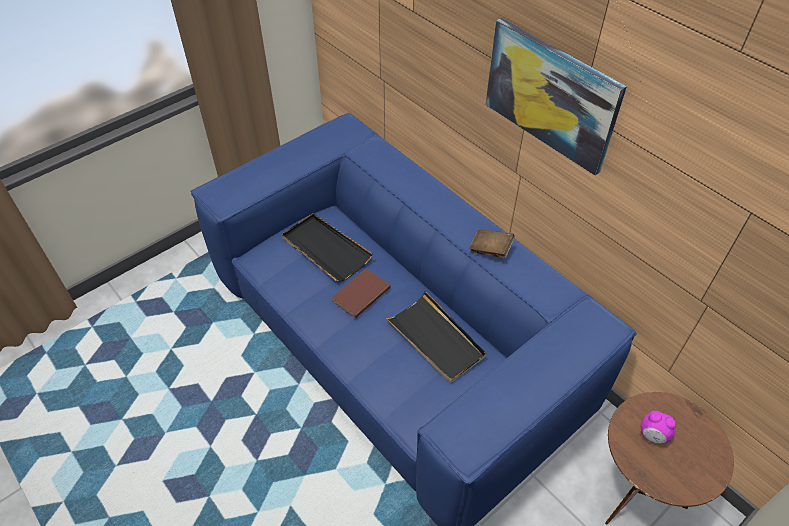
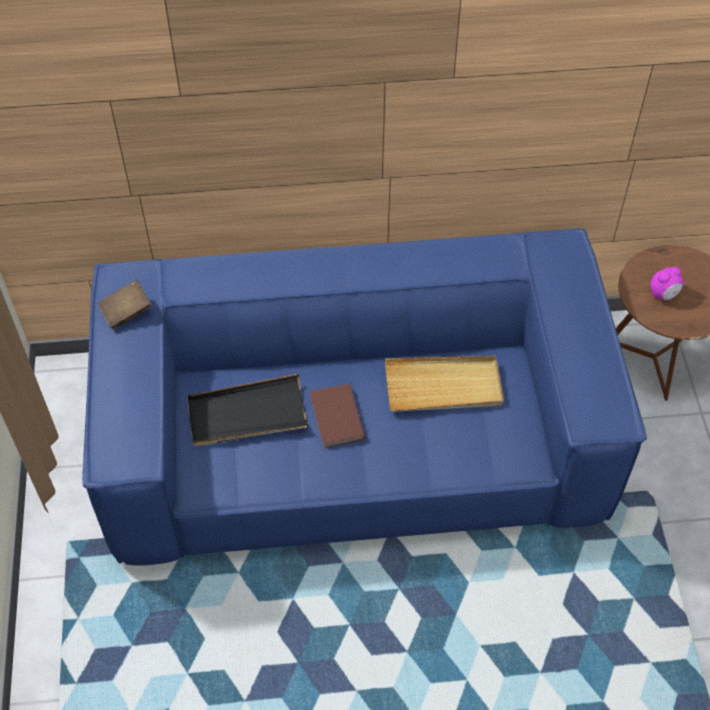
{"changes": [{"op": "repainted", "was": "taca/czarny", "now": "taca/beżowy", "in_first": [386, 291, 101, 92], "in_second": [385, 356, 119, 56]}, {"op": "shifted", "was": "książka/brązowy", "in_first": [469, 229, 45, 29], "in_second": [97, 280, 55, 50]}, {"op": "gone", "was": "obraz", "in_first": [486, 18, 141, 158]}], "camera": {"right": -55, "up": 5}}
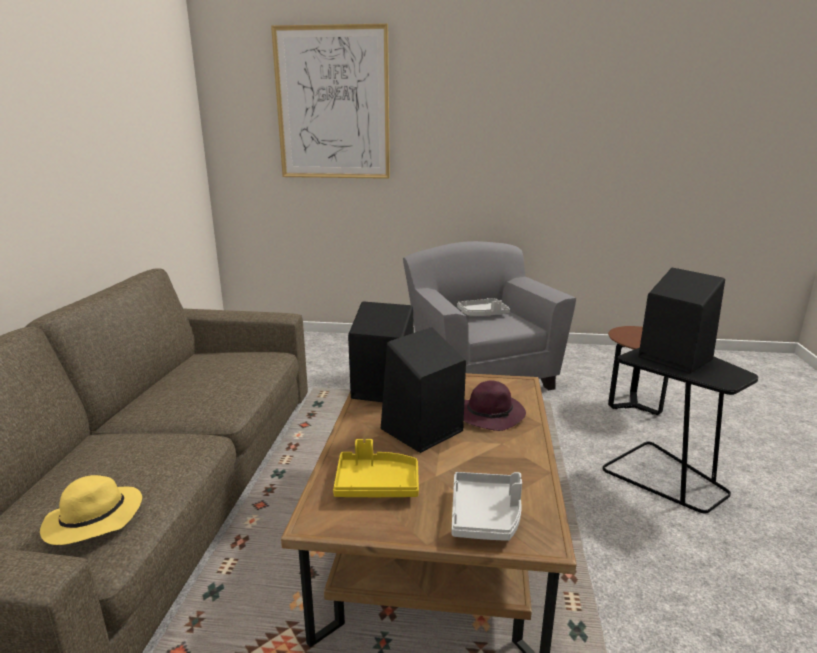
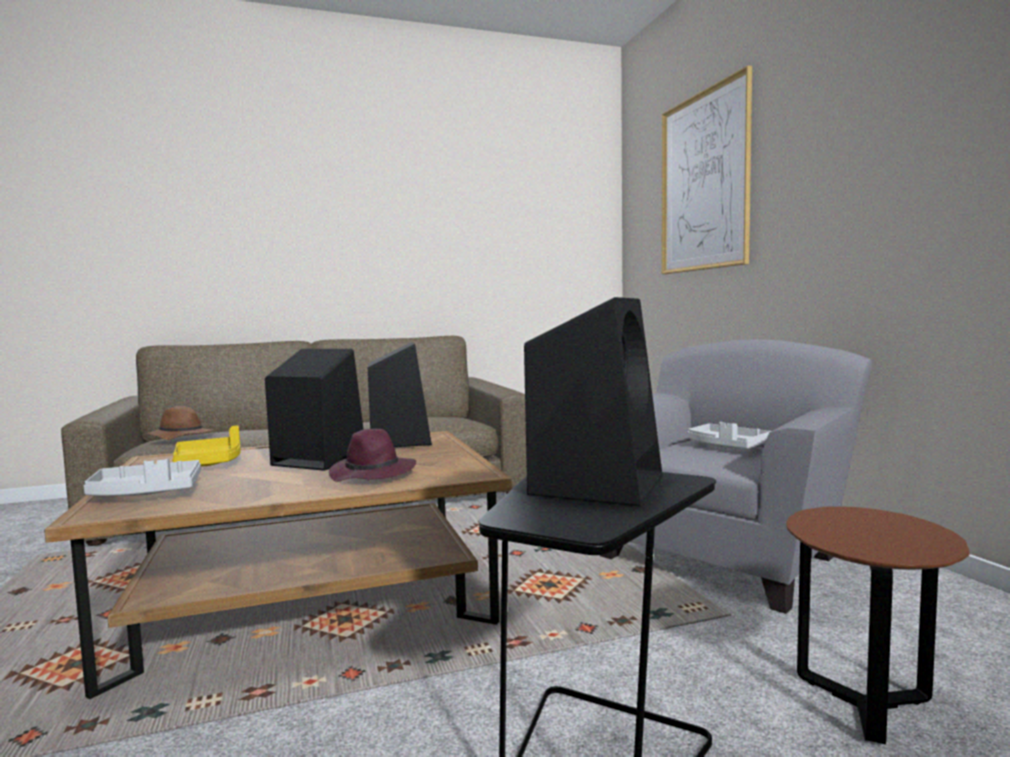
{"changes": [{"op": "repainted", "was": "kapelusz/żółty", "now": "kapelusz/brązowy", "in_first": [40, 475, 102, 70], "in_second": [146, 406, 68, 34]}], "camera": {"right": 65, "up": -15}}
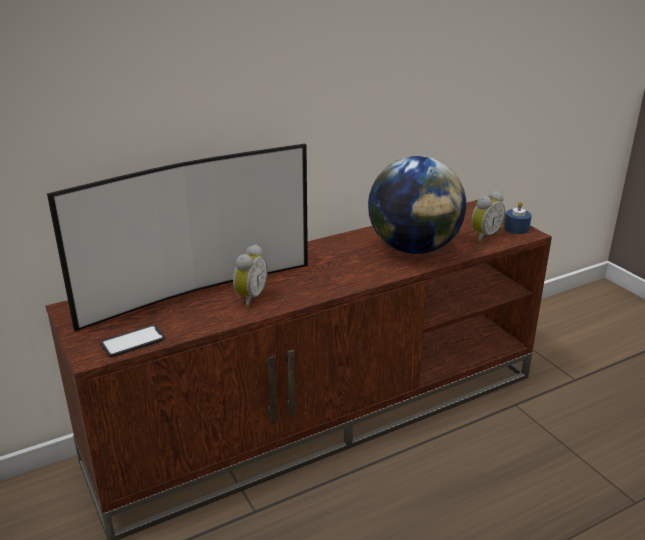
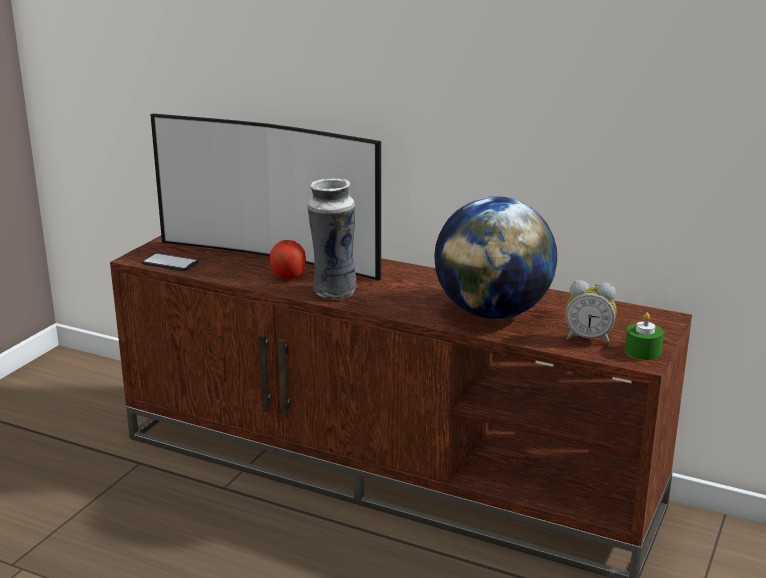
{"changes": [{"op": "swapped", "was": "budzik", "now": "jabłko", "in_first": [233, 244, 35, 63], "in_second": [270, 240, 36, 39]}, {"op": "repainted", "was": "świeca/niebieski", "now": "świeca/zielony", "in_first": [504, 201, 28, 33], "in_second": [625, 313, 39, 47]}, {"op": "new", "now": "wazon", "in_second": [307, 178, 50, 122]}], "camera": {"right": 55, "up": -5}}
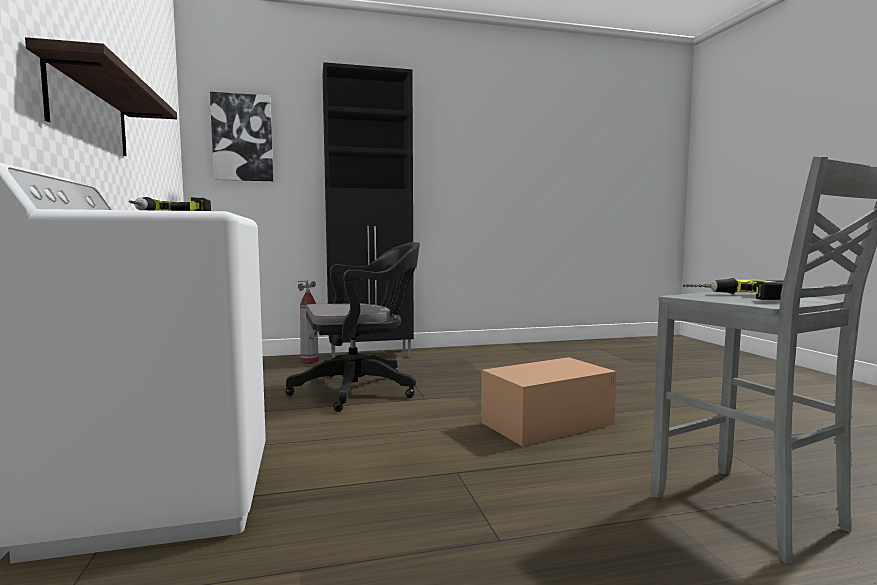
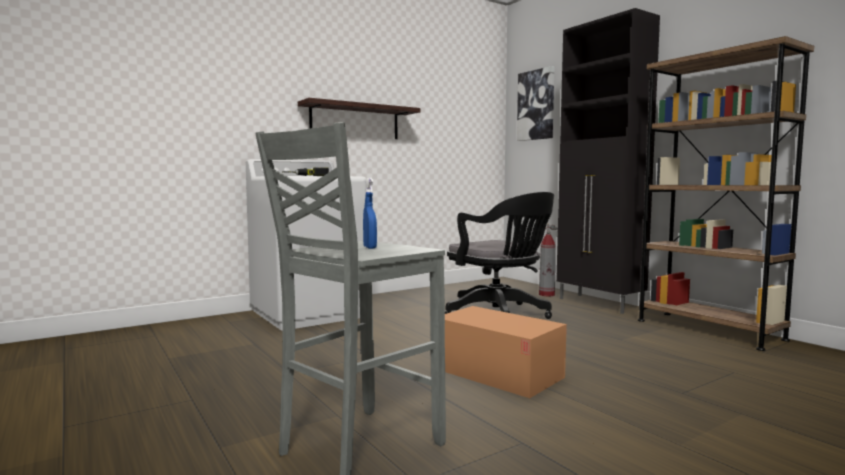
{"changes": [{"op": "swapped", "was": "wiertarka", "now": "spryskiwacz/niebieski", "in_first": [683, 278, 101, 22], "in_second": [363, 178, 14, 71]}, {"op": "new", "now": "regał/brązowy", "in_second": [638, 36, 176, 315]}], "camera": {"right": 70, "up": 0}}
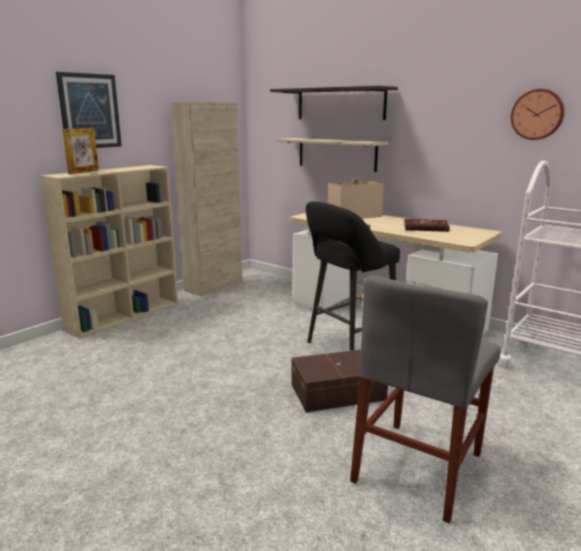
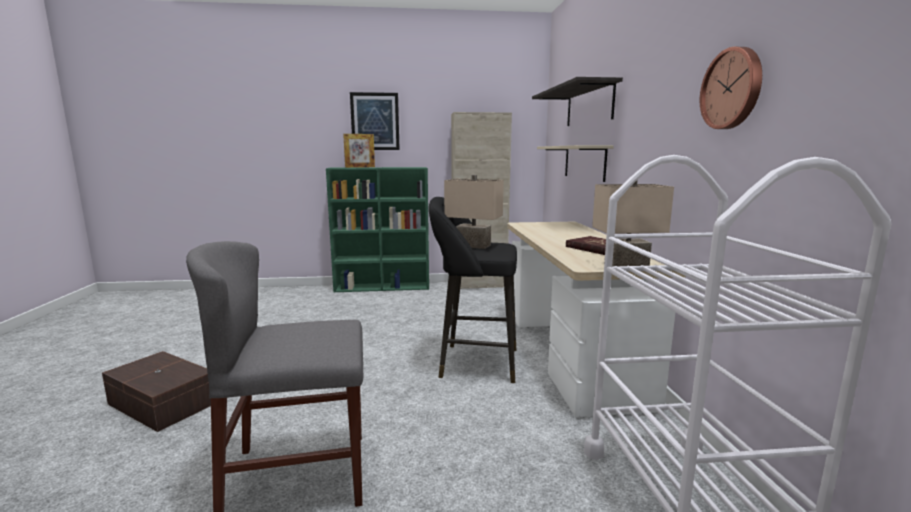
{"changes": [{"op": "repainted", "was": "regał/beżowy", "now": "regał/zielony", "in_first": [40, 165, 138, 173], "in_second": [326, 167, 103, 125]}, {"op": "shifted", "was": "pojemnik do przechowywania/brązowy", "in_first": [292, 349, 96, 63], "in_second": [102, 351, 109, 81]}, {"op": "new", "now": "lampa stołowa/beżowy", "in_second": [592, 180, 82, 87]}], "camera": {"right": 45, "up": -5}}
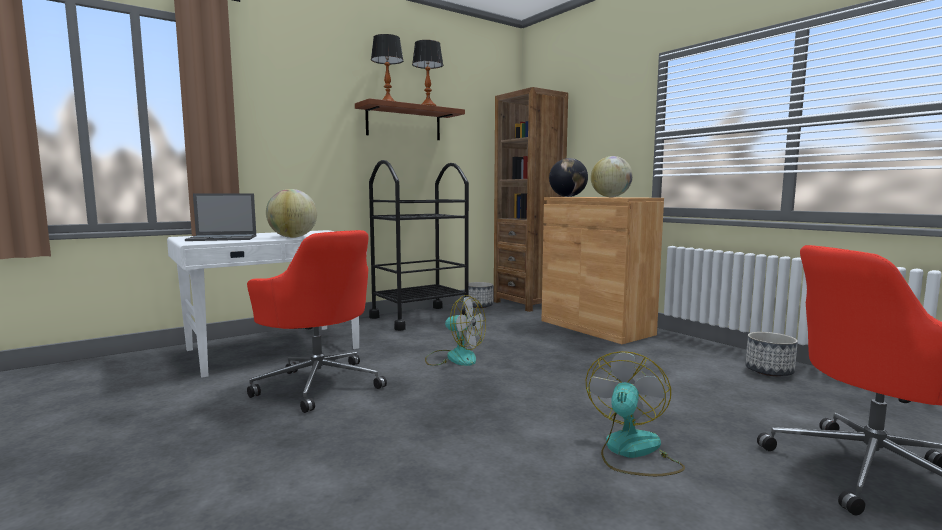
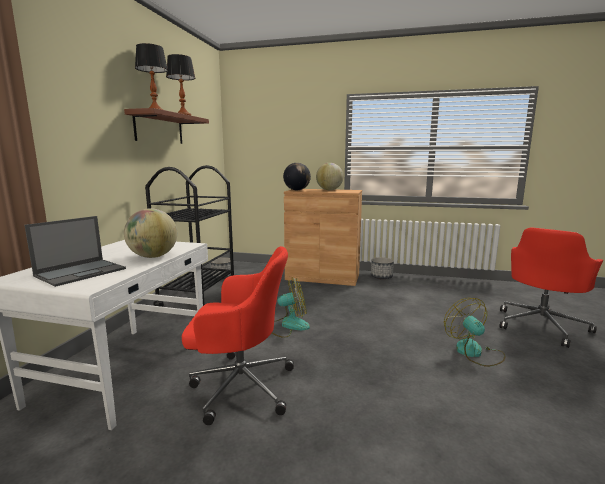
{"changes": [{"op": "gone", "was": "regał/brązowy", "in_first": [494, 87, 74, 225]}, {"op": "shifted", "was": "donica", "in_first": [745, 332, 53, 44], "in_second": [371, 257, 23, 22]}], "camera": {"right": -40, "up": 5}}
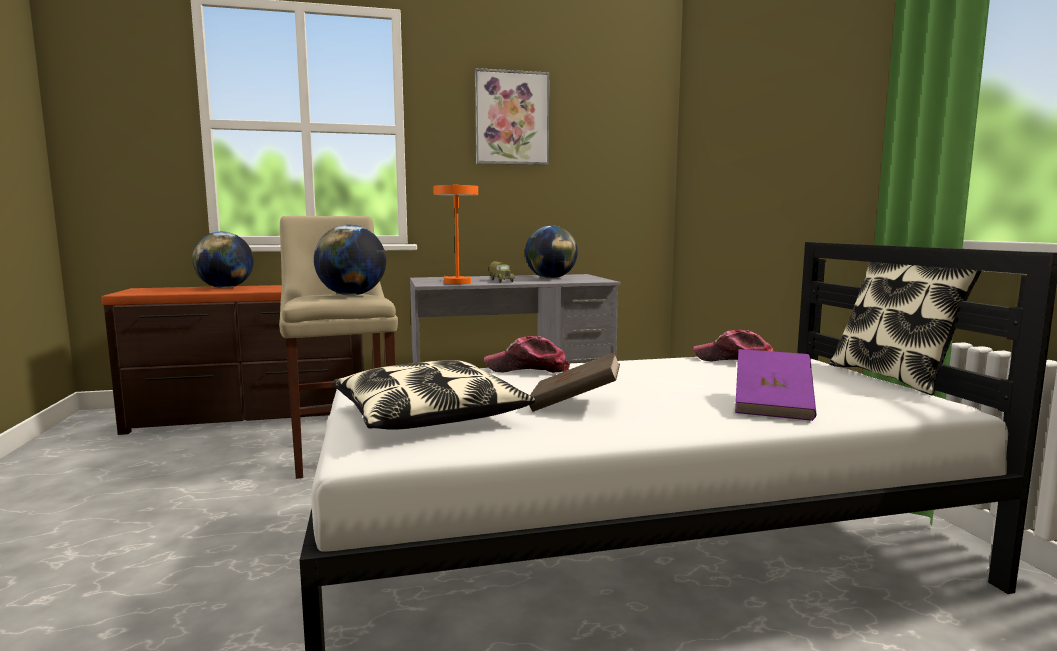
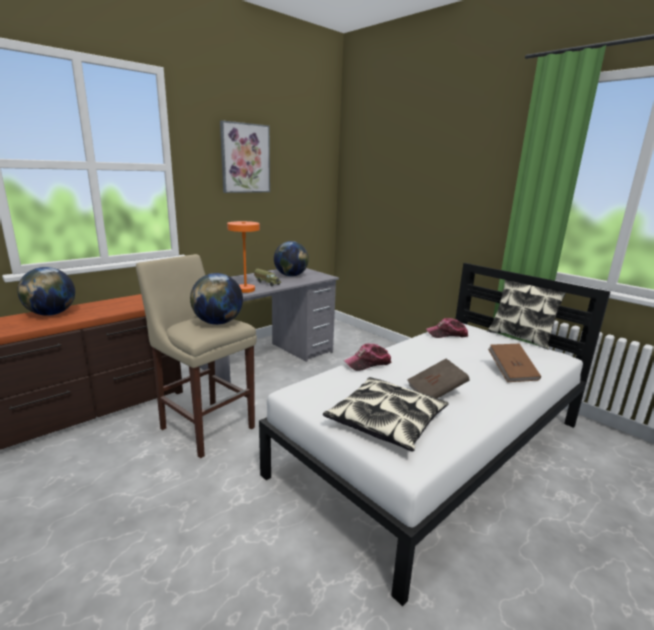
{"changes": [{"op": "repainted", "was": "książka/fioletowy", "now": "książka/brązowy", "in_first": [735, 349, 81, 72], "in_second": [488, 344, 53, 38]}], "camera": {"right": -30, "up": 10}}
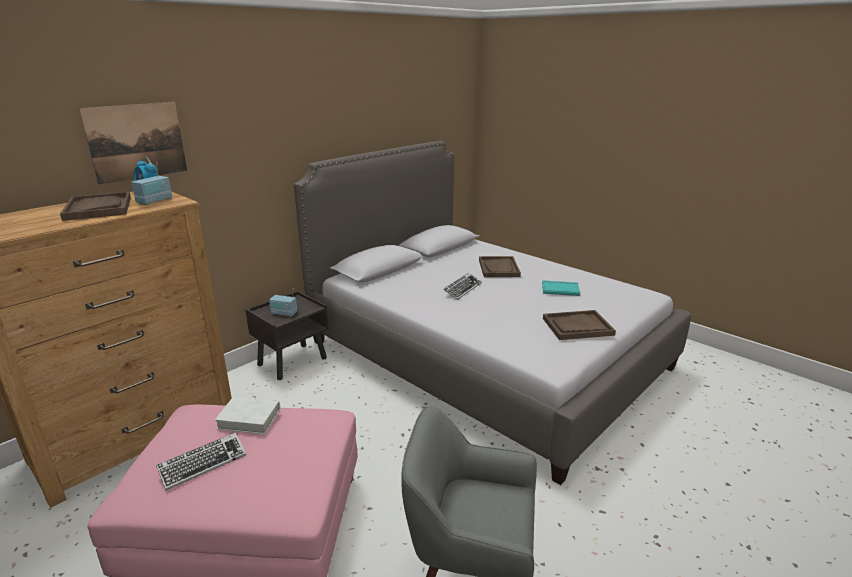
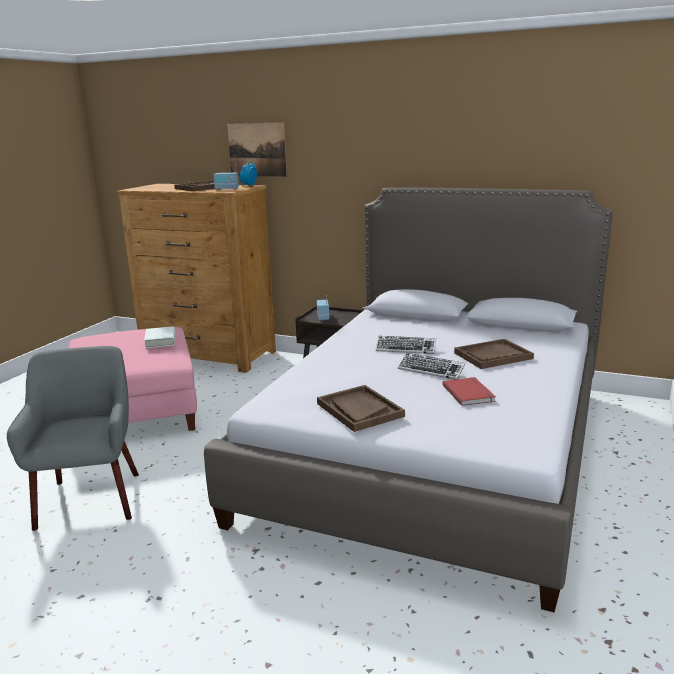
{"changes": [{"op": "shifted", "was": "klawiatura", "in_first": [156, 432, 90, 58], "in_second": [398, 353, 67, 27]}, {"op": "repainted", "was": "książka/turkusowy", "now": "książka/czerwony", "in_first": [542, 280, 38, 16], "in_second": [443, 377, 53, 29]}], "camera": {"right": 70, "up": -5}}
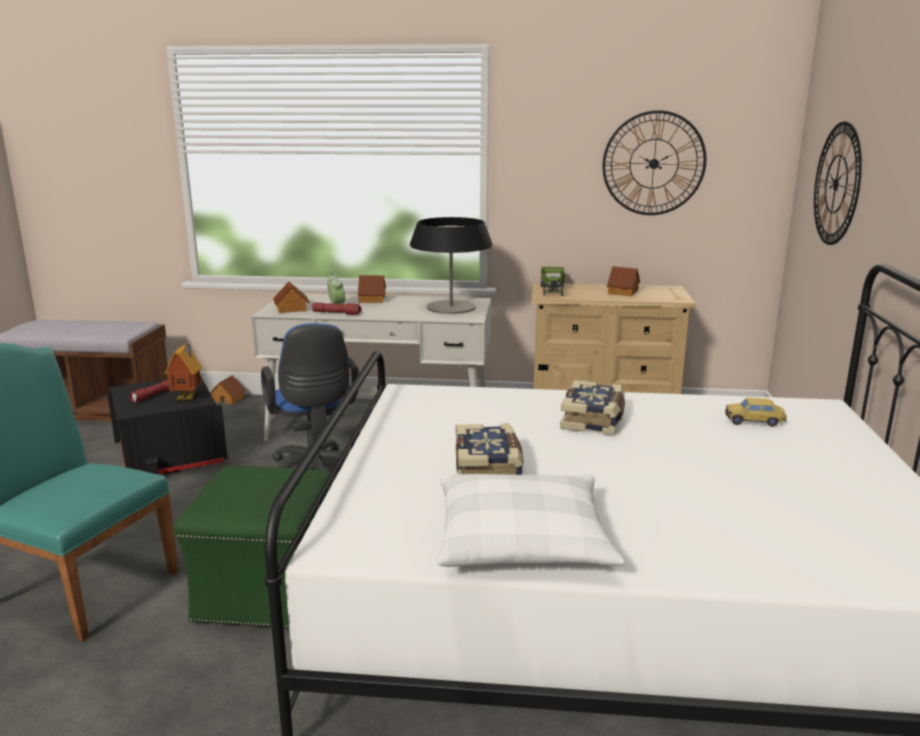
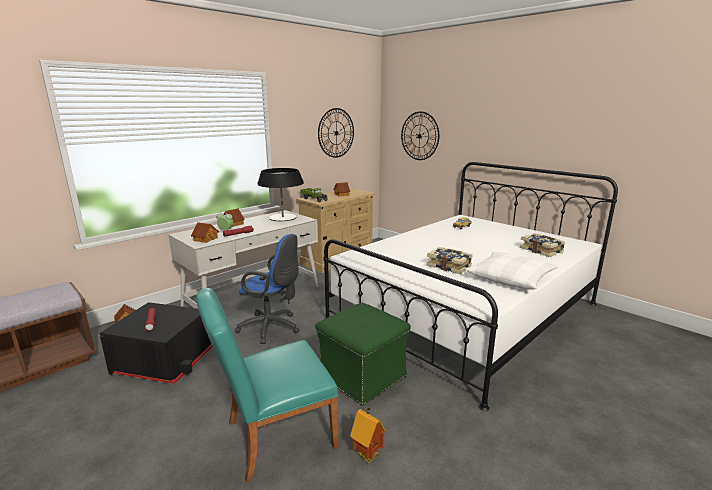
{"changes": [{"op": "shifted", "was": "domek", "in_first": [165, 345, 37, 55], "in_second": [350, 407, 35, 56]}, {"op": "shifted", "was": "książka", "in_first": [560, 380, 65, 55], "in_second": [520, 233, 45, 24]}], "camera": {"right": -50, "up": 0}}
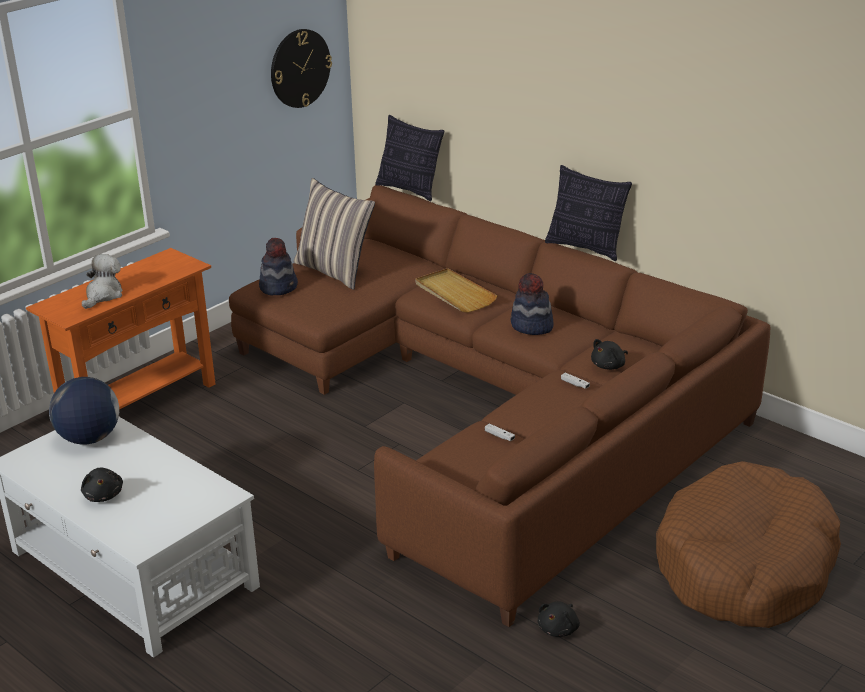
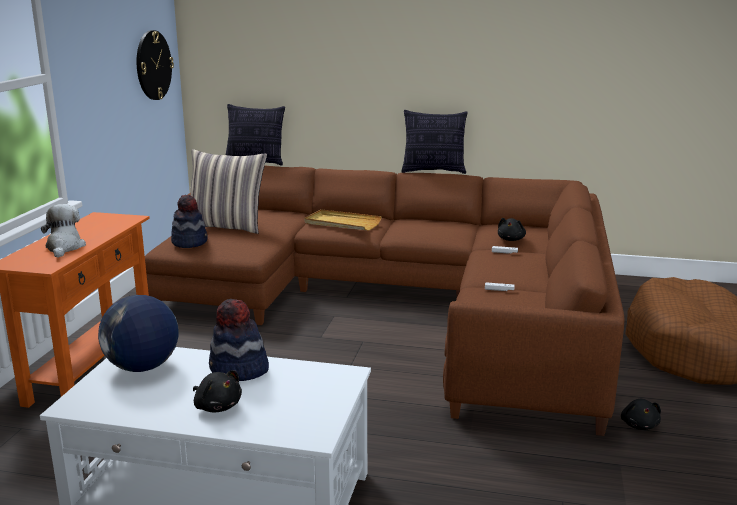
{"changes": [{"op": "shifted", "was": "kapelusz", "in_first": [511, 273, 43, 62], "in_second": [209, 299, 60, 82]}], "camera": {"right": -30, "up": -10}}
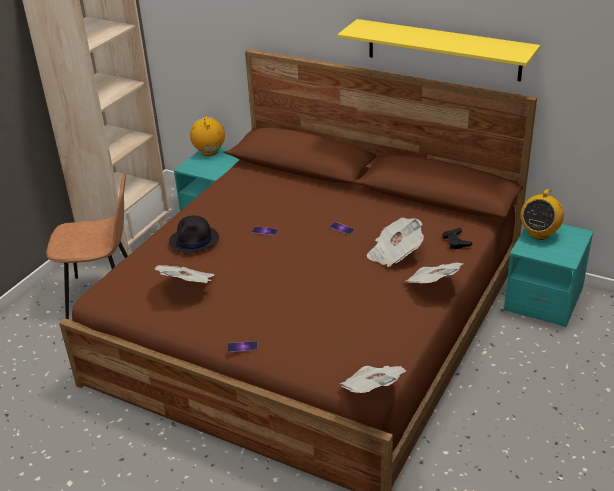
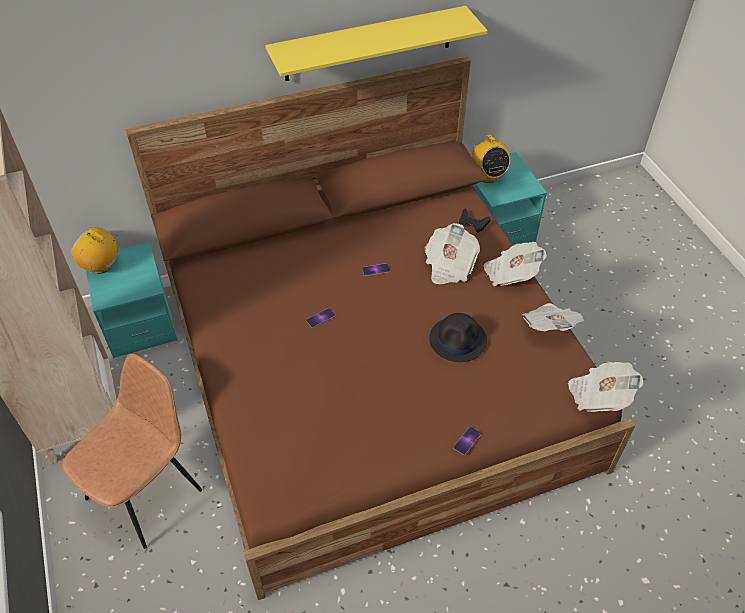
{"changes": [{"op": "shifted", "was": "gazeta", "in_first": [155, 265, 59, 18], "in_second": [522, 303, 62, 28]}, {"op": "shifted", "was": "kapelusz/czarny", "in_first": [169, 215, 50, 39], "in_second": [429, 313, 58, 49]}], "camera": {"right": -50, "up": 15}}
